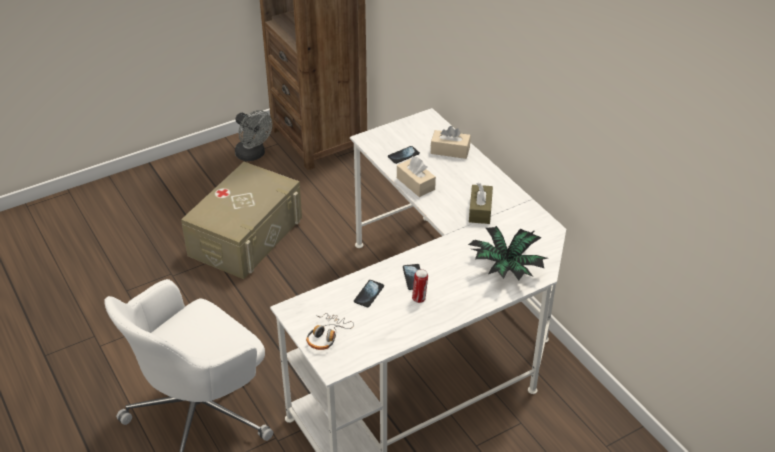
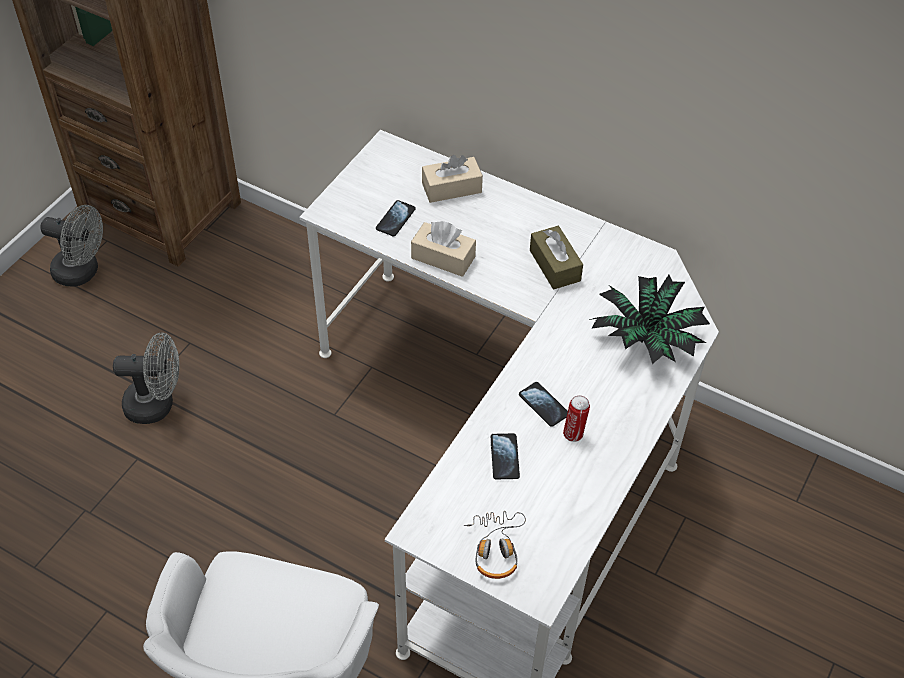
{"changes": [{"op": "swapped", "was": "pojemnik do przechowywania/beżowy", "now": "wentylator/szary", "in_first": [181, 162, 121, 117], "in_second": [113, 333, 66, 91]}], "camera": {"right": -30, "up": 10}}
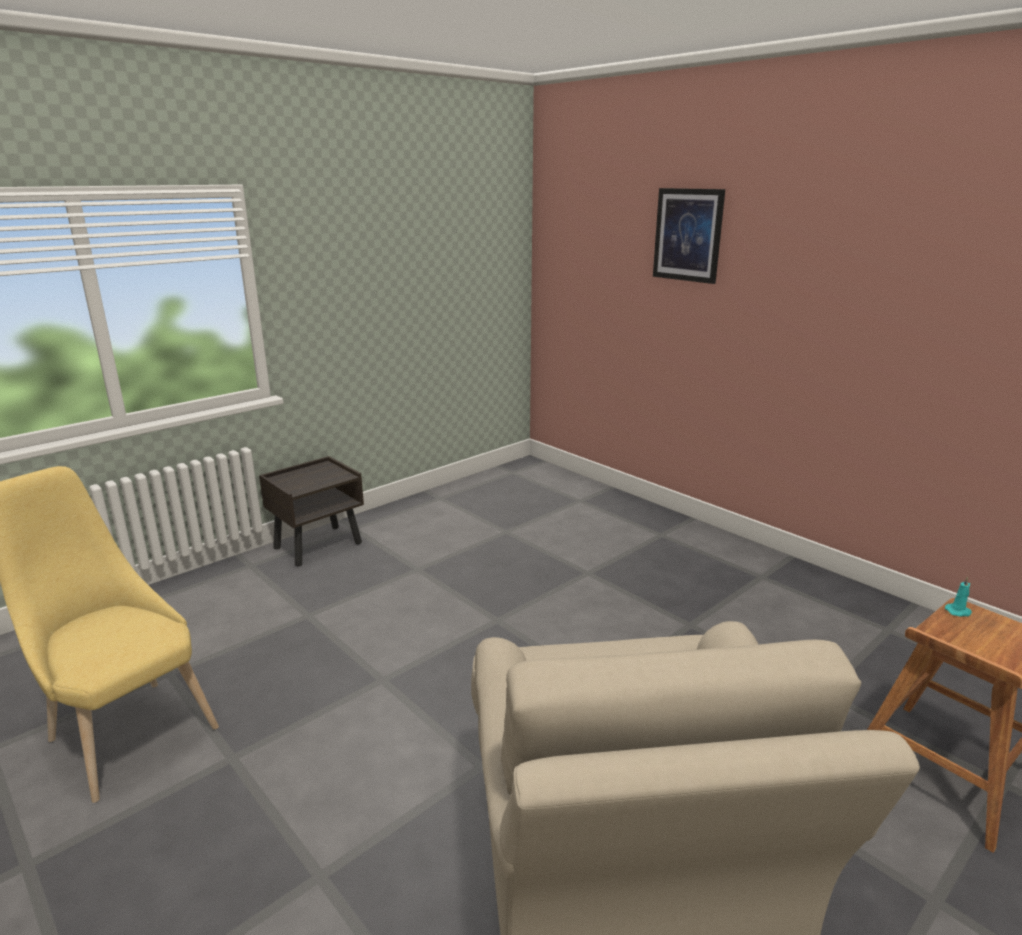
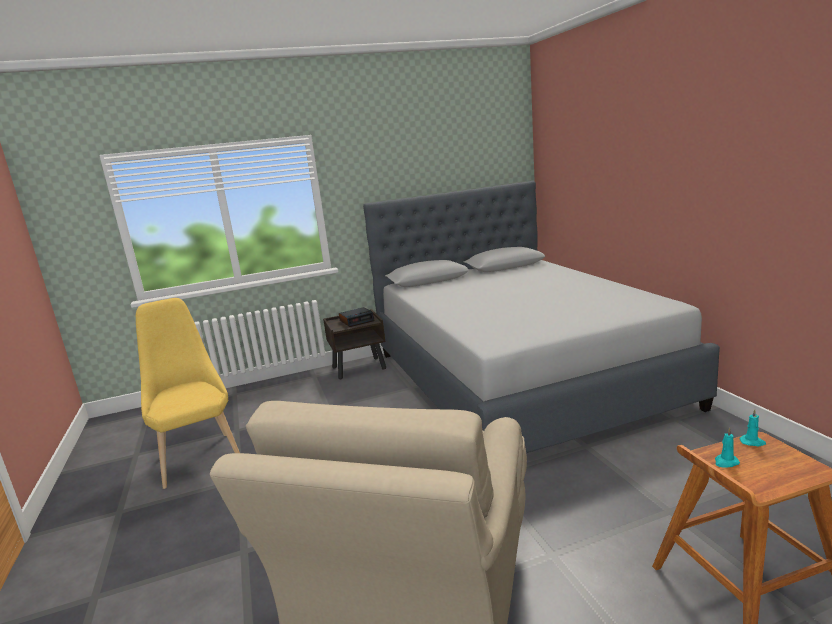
{"changes": [{"op": "gone", "was": "obraz", "in_first": [653, 188, 72, 96]}, {"op": "new", "now": "budzik", "in_second": [339, 307, 35, 20]}, {"op": "new", "now": "łóżko/szary", "in_second": [363, 181, 357, 272]}, {"op": "new", "now": "świeca/turkusowy", "in_second": [715, 427, 25, 40]}], "camera": {"right": 25, "up": -5}}
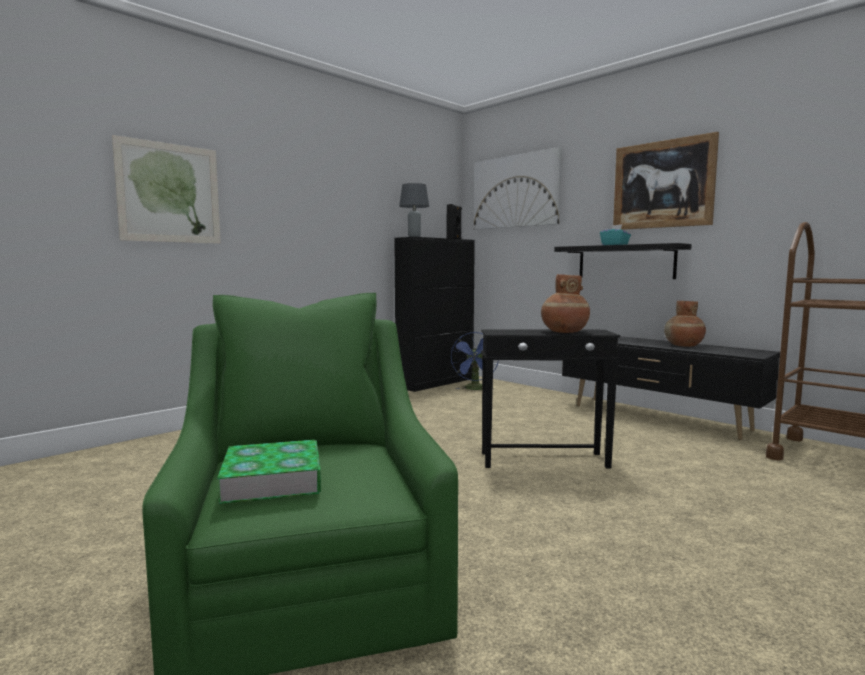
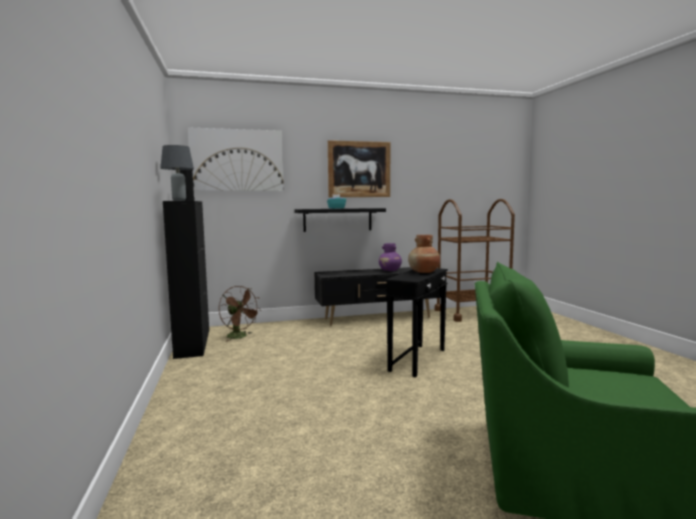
{"changes": [{"op": "gone", "was": "obraz", "in_first": [112, 135, 109, 109]}, {"op": "gone", "was": "książka", "in_first": [217, 440, 104, 64]}, {"op": "repainted", "was": "wentylator/niebieski", "now": "wentylator/brązowy", "in_first": [450, 332, 49, 58], "in_second": [219, 286, 42, 55]}, {"op": "repainted", "was": "wazon/brązowy", "now": "wazon/fioletowy", "in_first": [664, 301, 42, 46], "in_second": [379, 243, 23, 28]}], "camera": {"right": -60, "up": 0}}
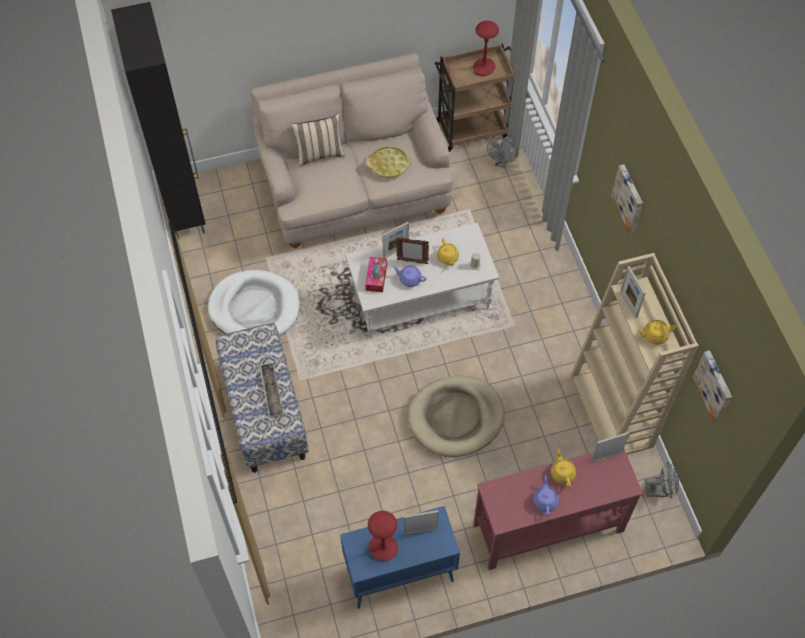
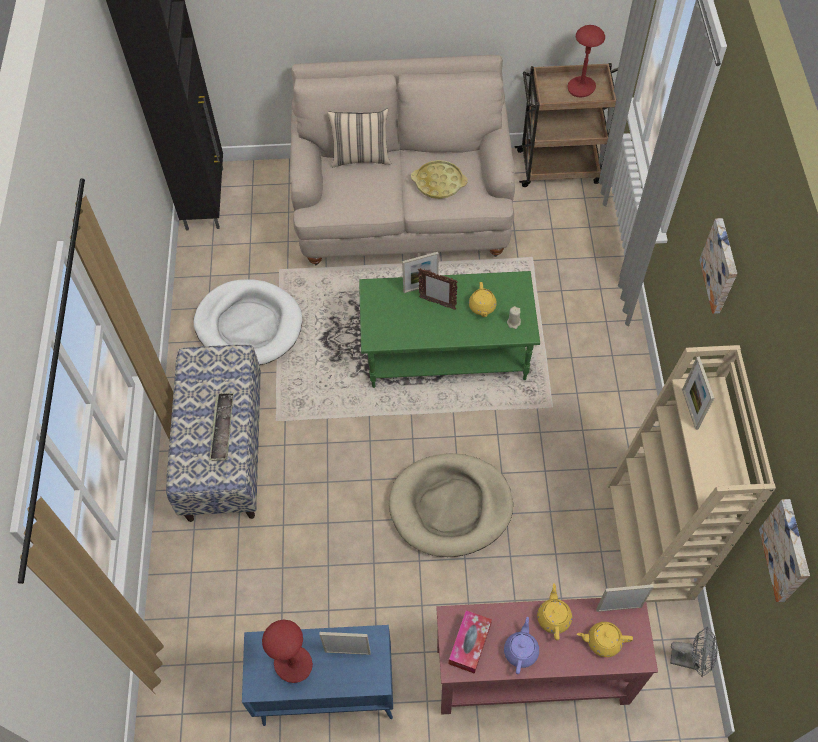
{"changes": [{"op": "repainted", "was": "ława/biały", "now": "ława/zielony", "in_first": [345, 223, 154, 116], "in_second": [359, 271, 181, 117]}, {"op": "shifted", "was": "pudełko chusteczek", "in_first": [365, 257, 22, 35], "in_second": [449, 610, 43, 64]}, {"op": "gone", "was": "imbryk/fioletowy", "in_first": [393, 265, 34, 22]}, {"op": "gone", "was": "wentylator/szary", "in_first": [487, 137, 30, 31]}, {"op": "shifted", "was": "imbryk/żółty", "in_first": [637, 320, 39, 25], "in_second": [577, 622, 56, 35]}], "camera": {"right": 15, "up": 0}}
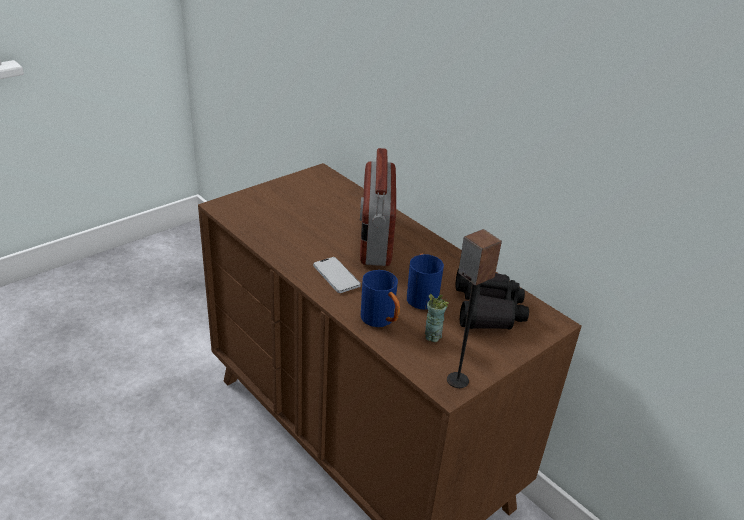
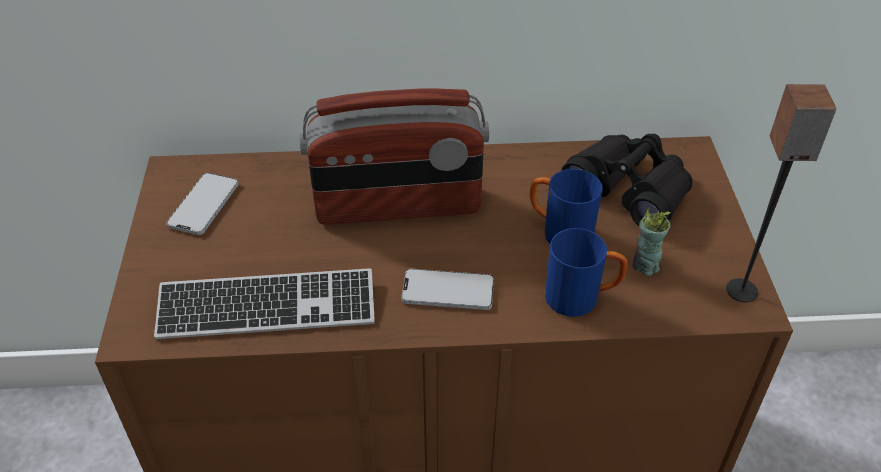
{"changes": [{"op": "rotated", "was": "radio", "in_first": [360, 148, 36, 118], "in_second": [300, 88, 189, 137], "clockwise": -45}, {"op": "new", "now": "klawiatura", "in_second": [154, 268, 221, 71]}, {"op": "new", "now": "telefon", "in_second": [166, 173, 73, 62]}], "camera": {"right": -50, "up": 10}}
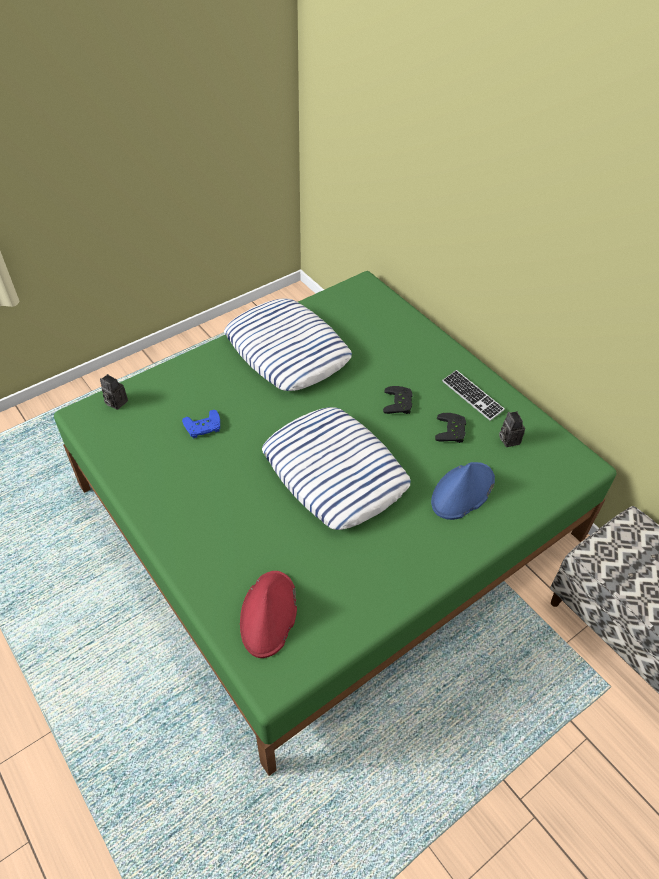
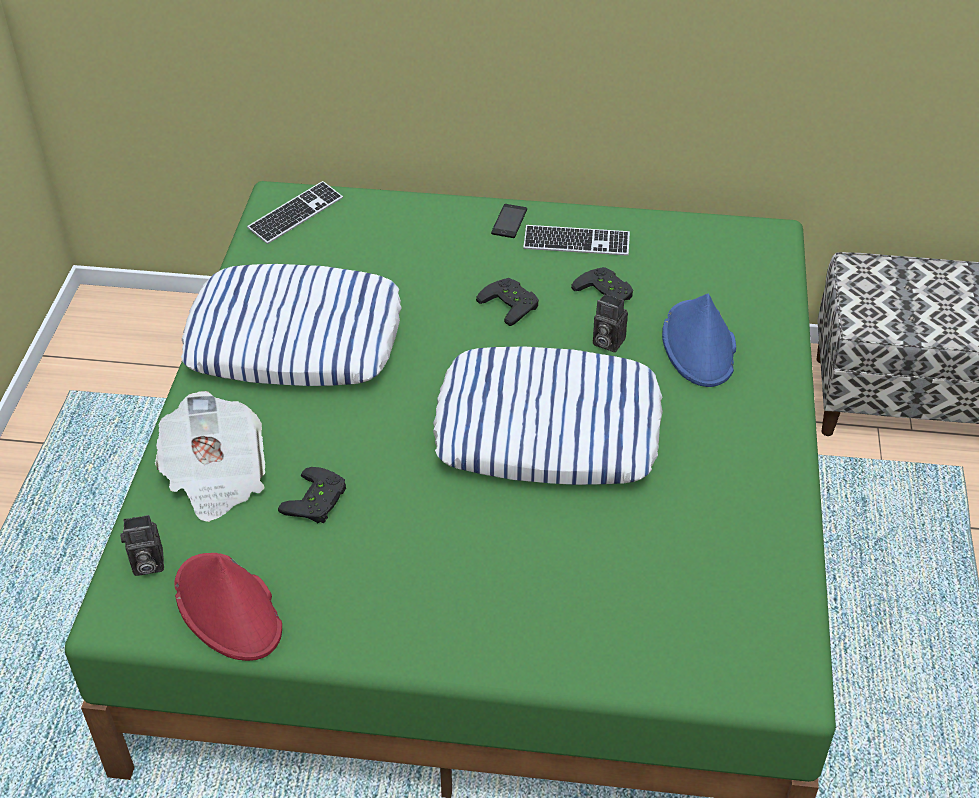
{"changes": [{"op": "repainted", "was": "pad do gier/niebieski", "now": "pad do gier/czarny", "in_first": [182, 410, 38, 28], "in_second": [278, 467, 68, 56]}, {"op": "shifted", "was": "kapelusz/czerwony", "in_first": [240, 571, 57, 87], "in_second": [175, 553, 107, 108]}, {"op": "shifted", "was": "aparat fotograficzny", "in_first": [499, 411, 26, 36], "in_second": [593, 294, 35, 59]}, {"op": "new", "now": "gazeta", "in_second": [155, 391, 110, 131]}, {"op": "new", "now": "klawiatura", "in_second": [247, 181, 96, 63]}, {"op": "new", "now": "telefon", "in_second": [491, 204, 36, 34]}], "camera": {"right": -45, "up": -5}}
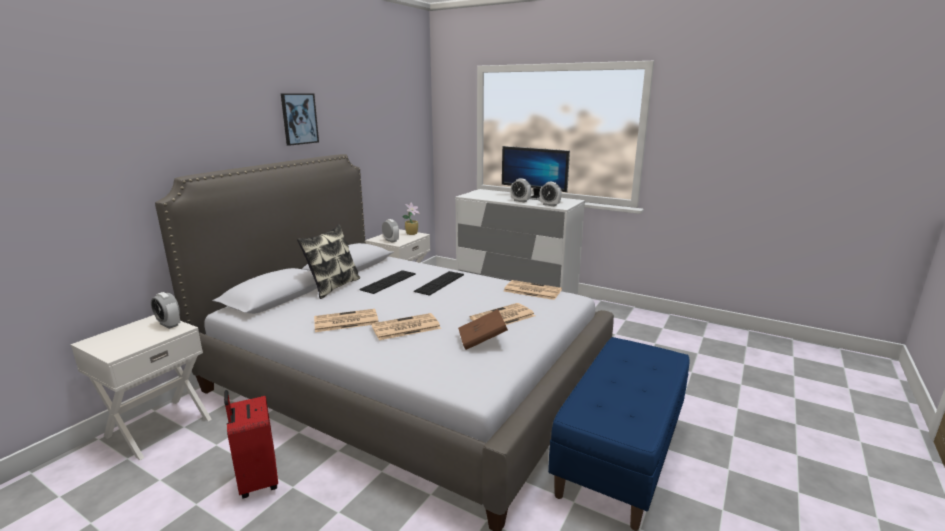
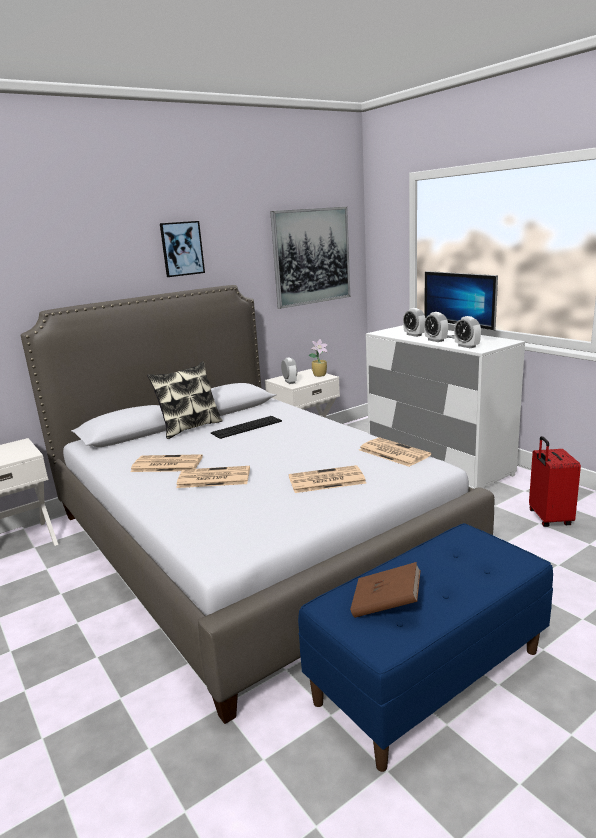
{"changes": [{"op": "shifted", "was": "budzik", "in_first": [151, 292, 29, 37], "in_second": [403, 308, 22, 29]}, {"op": "shifted", "was": "walizka/czerwony", "in_first": [224, 390, 54, 108], "in_second": [529, 436, 52, 91]}, {"op": "gone", "was": "klawiatura", "in_first": [414, 271, 50, 25]}, {"op": "shifted", "was": "książka/brązowy", "in_first": [458, 309, 50, 41], "in_second": [350, 562, 71, 56]}, {"op": "new", "now": "obraz", "in_second": [270, 207, 80, 102]}], "camera": {"right": 25, "up": 0}}
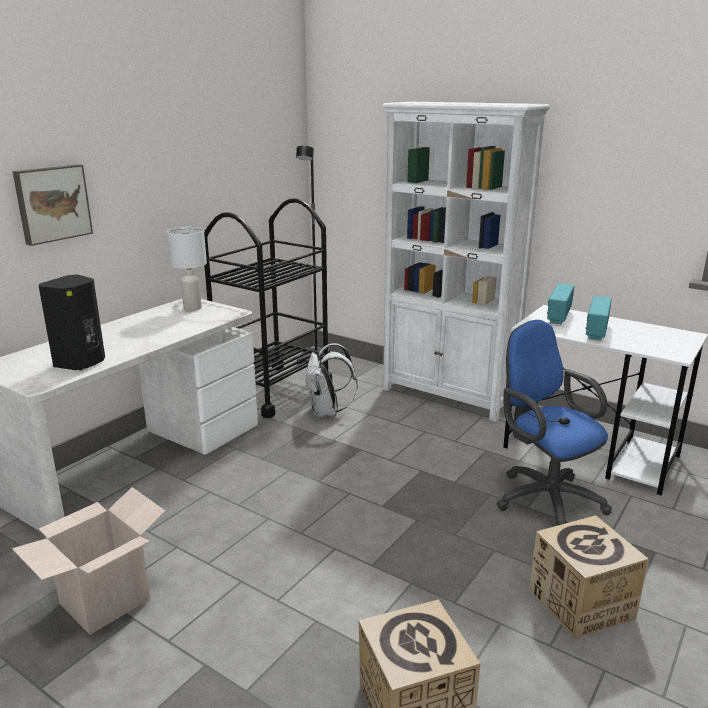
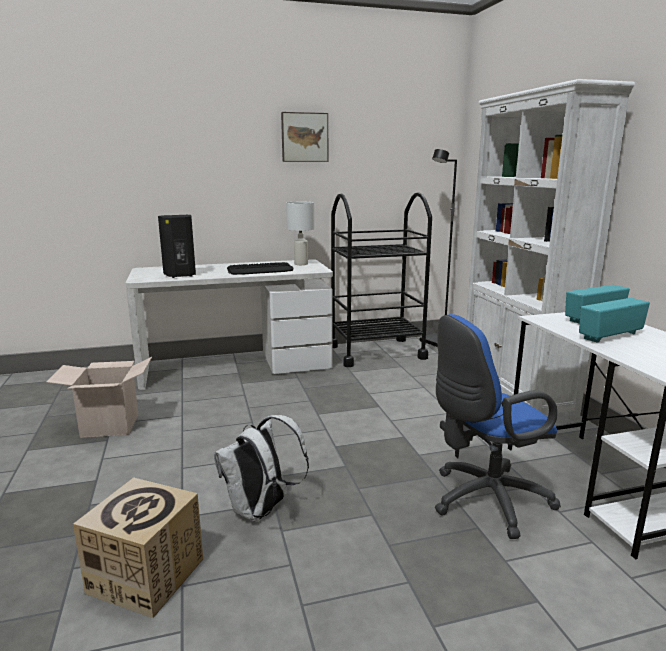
{"changes": [{"op": "shifted", "was": "obraz", "in_first": [12, 164, 81, 82], "in_second": [281, 112, 47, 50]}, {"op": "shifted", "was": "plecak/biały", "in_first": [305, 343, 53, 75], "in_second": [214, 415, 95, 106]}, {"op": "rotated", "was": "krzesło biurowe/niebieski", "in_first": [496, 320, 116, 206], "in_second": [435, 314, 126, 225], "clockwise": -120}, {"op": "gone", "was": "karton", "in_first": [529, 515, 120, 124]}, {"op": "new", "now": "klawiatura", "in_second": [227, 262, 66, 13]}], "camera": {"right": 40, "up": -5}}
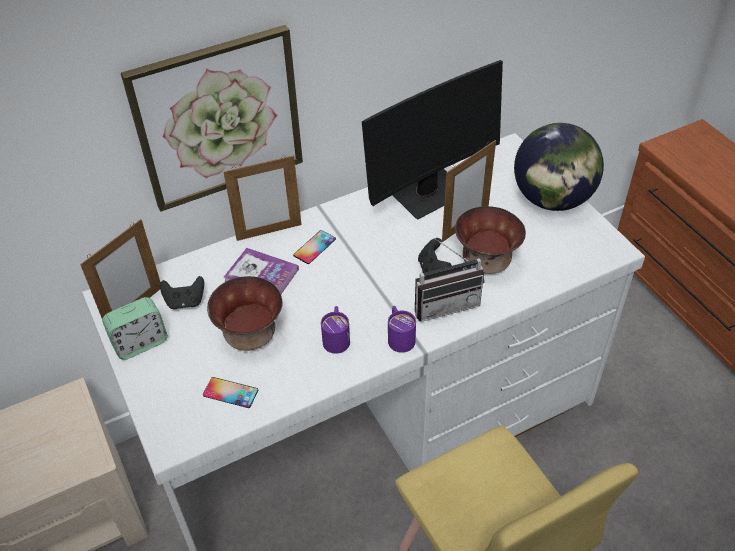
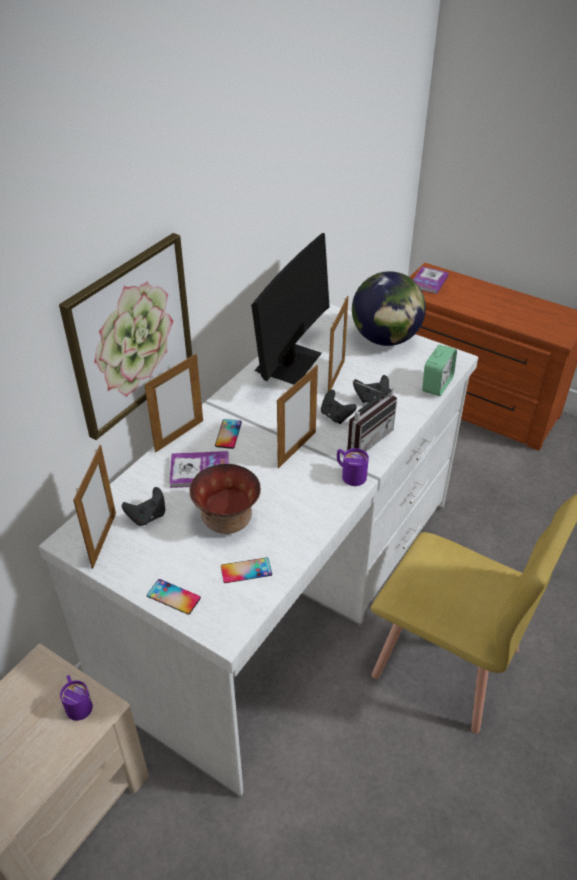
{"changes": [{"op": "shifted", "was": "budzik", "in_first": [102, 297, 66, 63], "in_second": [422, 345, 35, 51]}, {"op": "shifted", "was": "kubek/fioletowy", "in_first": [321, 306, 29, 48], "in_second": [60, 675, 33, 46]}, {"op": "swapped", "was": "miska", "now": "pad do gier/czarny", "in_first": [455, 206, 71, 68], "in_second": [353, 375, 36, 28]}, {"op": "new", "now": "telefon", "in_second": [147, 579, 54, 36]}, {"op": "new", "now": "ramka na zdjęcie", "in_second": [277, 365, 41, 103]}, {"op": "new", "now": "książka", "in_second": [413, 266, 36, 28]}], "camera": {"right": -30, "up": -5}}
